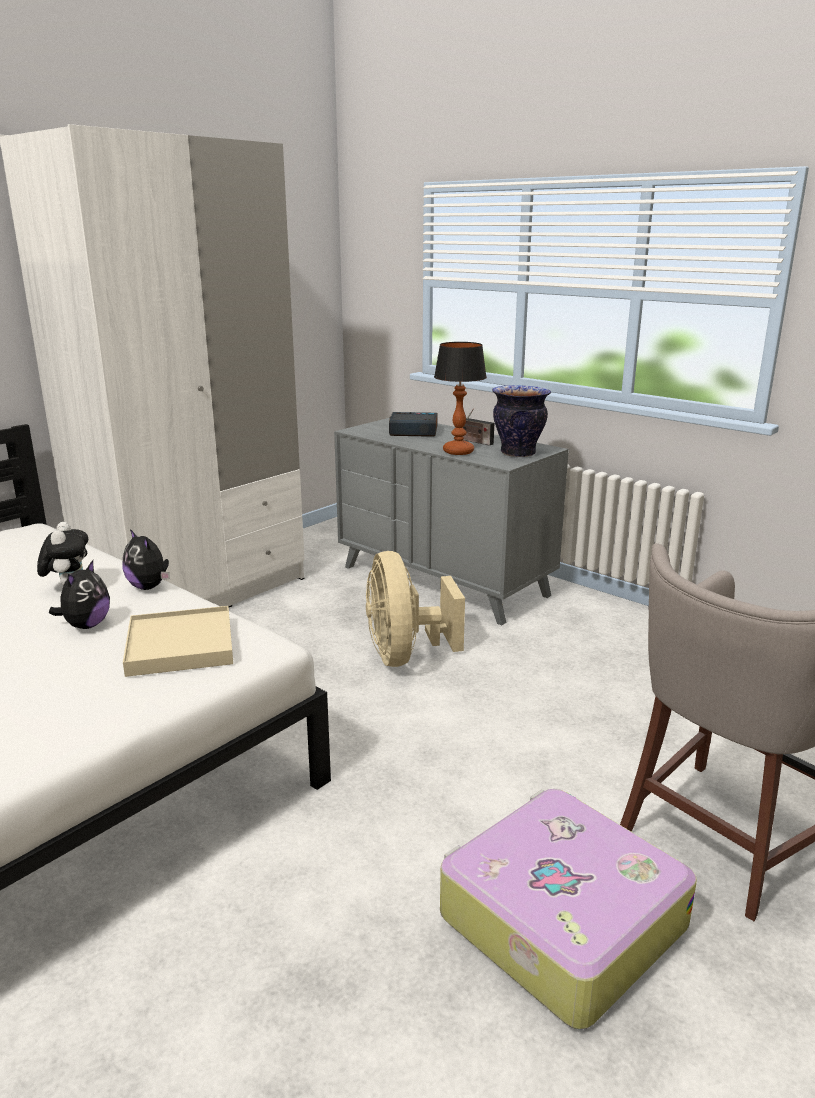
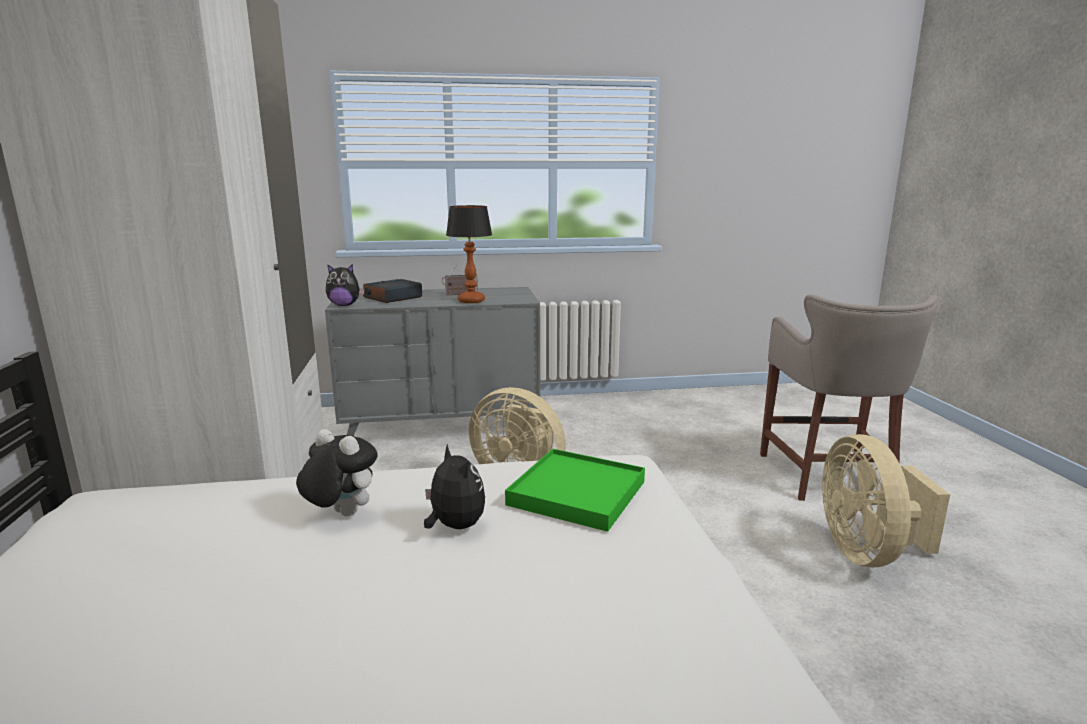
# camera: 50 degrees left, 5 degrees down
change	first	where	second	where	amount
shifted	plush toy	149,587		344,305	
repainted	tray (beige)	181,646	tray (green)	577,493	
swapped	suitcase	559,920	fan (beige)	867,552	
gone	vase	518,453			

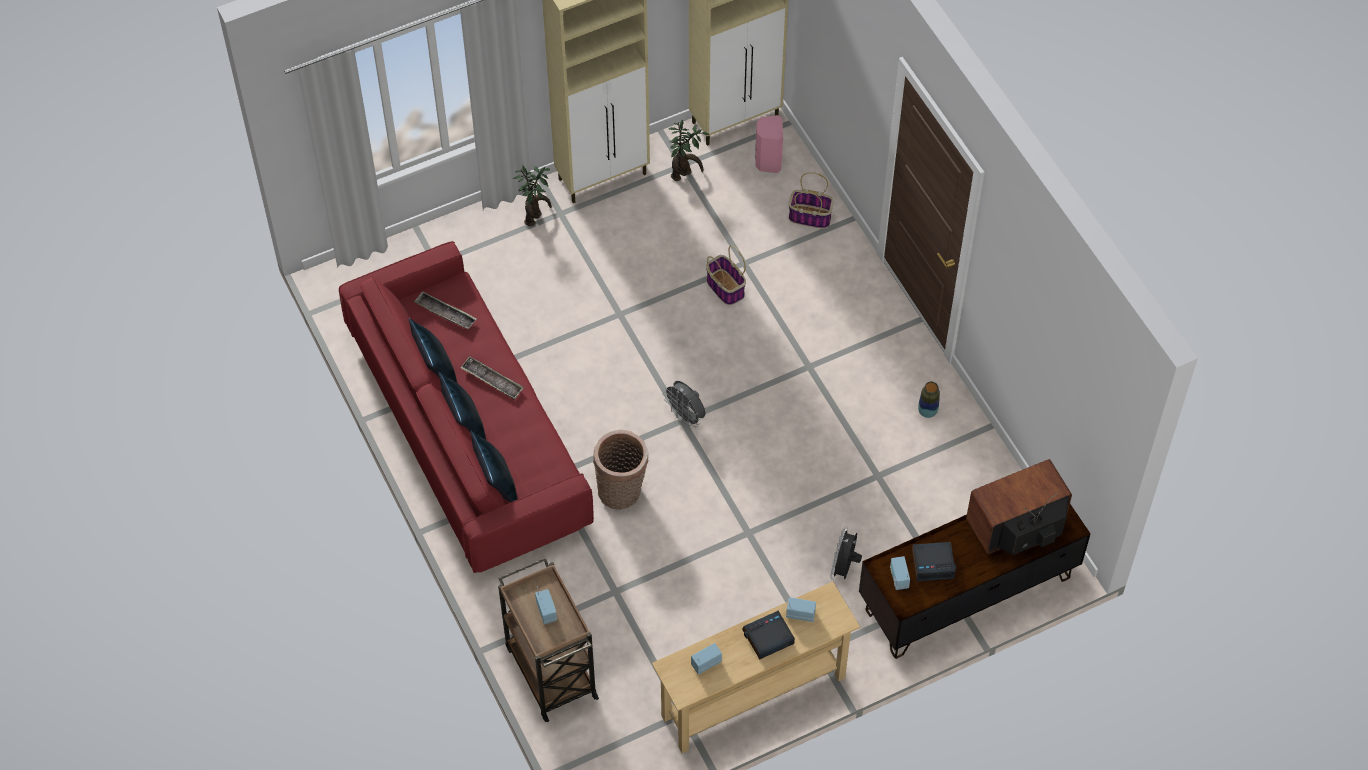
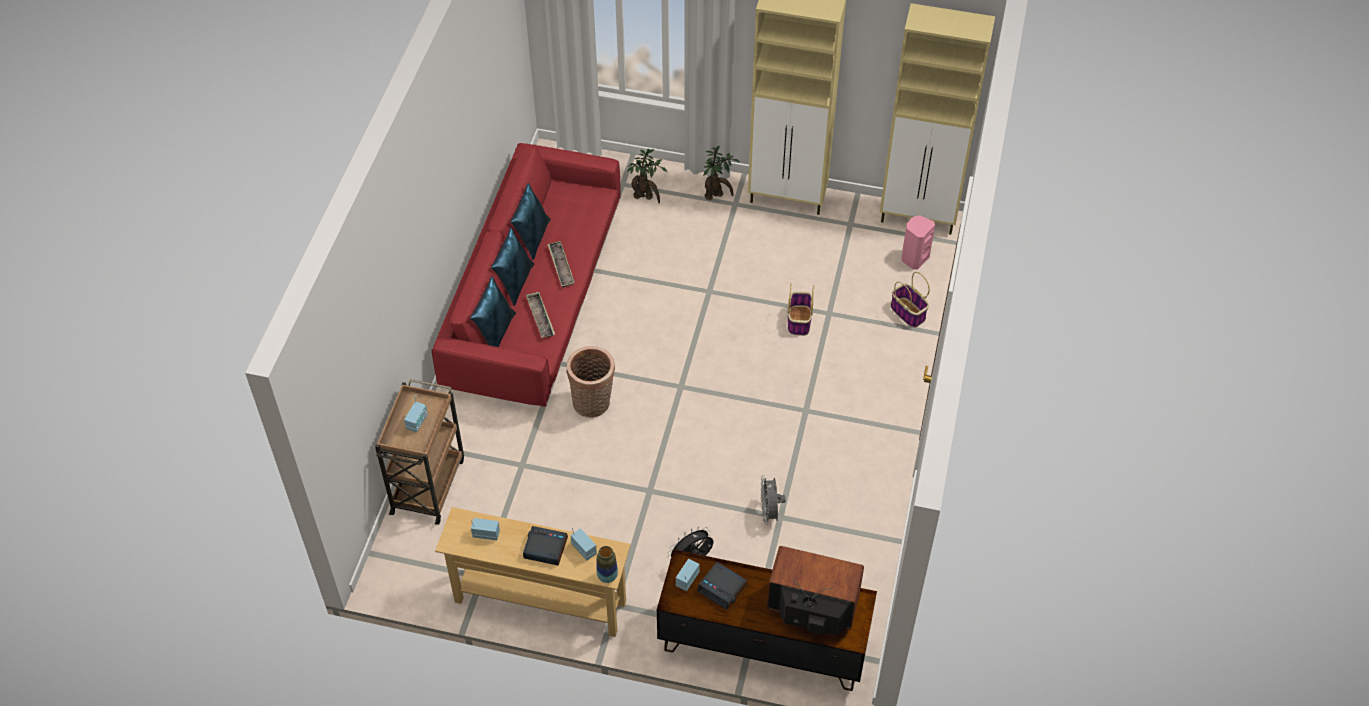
# camera: 40 degrees right, 5 degrees down
change	first	where	second	where	amount
shifted	tray	445,313		540,317	
shifted	fan (grey)	686,416		770,512	
shifted	potted plant	684,174		645,197	
shifted	vase	927,412		607,576	

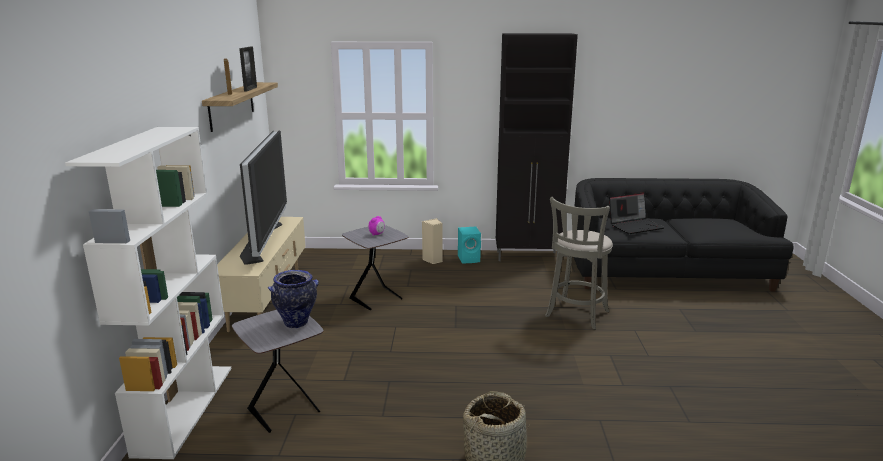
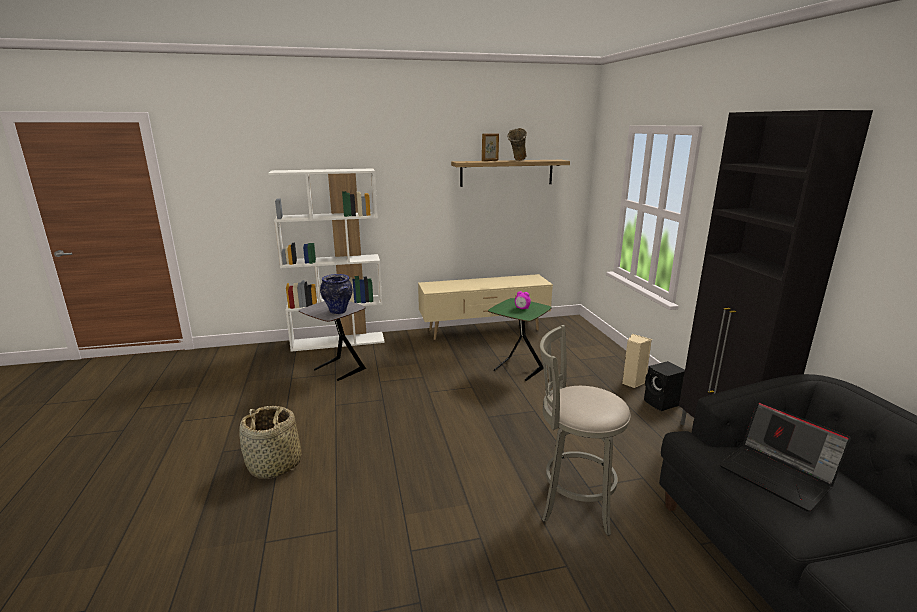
# camera: 75 degrees right, 0 degrees up
change	first	where	second	where	amount
swapped	picture frame	250,89	vase (beige)	517,161	
gone	television	263,241			
repainted	side table (grey)	377,299	side table (green)	517,370	
repainted	speaker (turquoise)	469,259	speaker (black)	662,403	

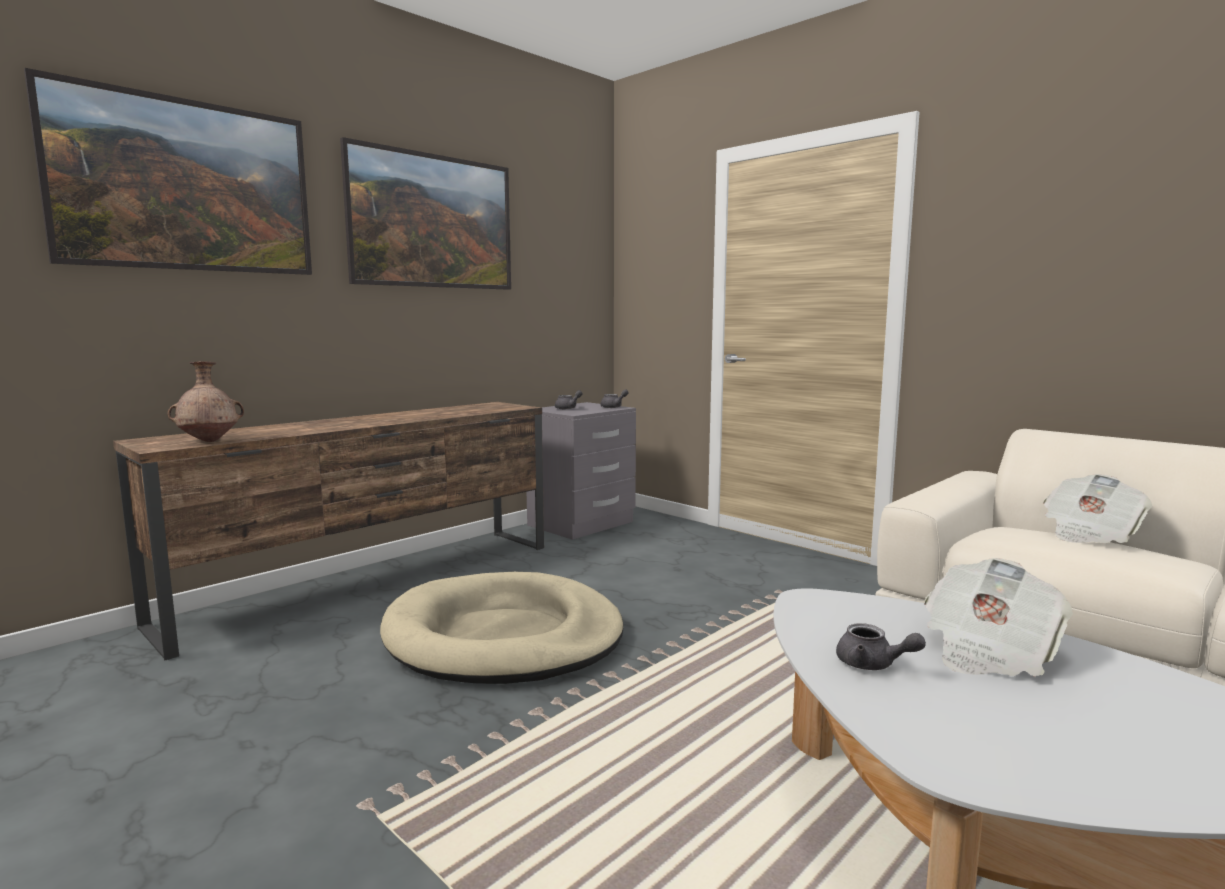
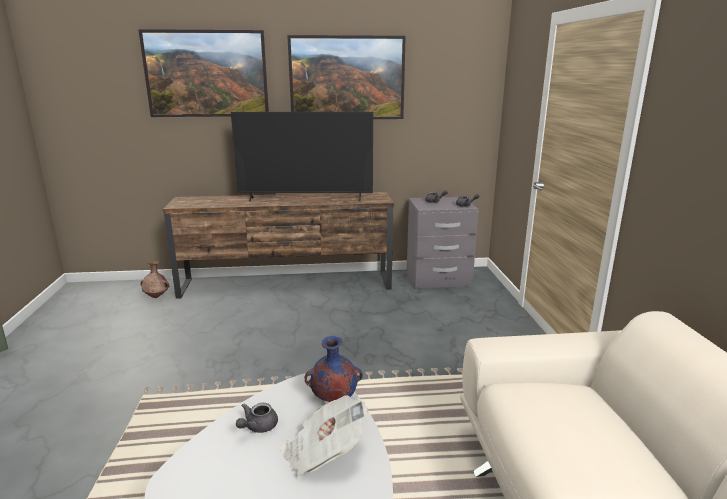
# camera: 40 degrees right, 10 degrees up
change	first	where	second	where	amount
shifted	vase (brown)	210,441		156,296	
gone	dog bed (beige)	504,636			
rotated	teapot (grey)	872,665		257,427	45 degrees clockwise
gone	newspaper	1089,533			
new			television	305,199	
new			vase (blue)	333,398	

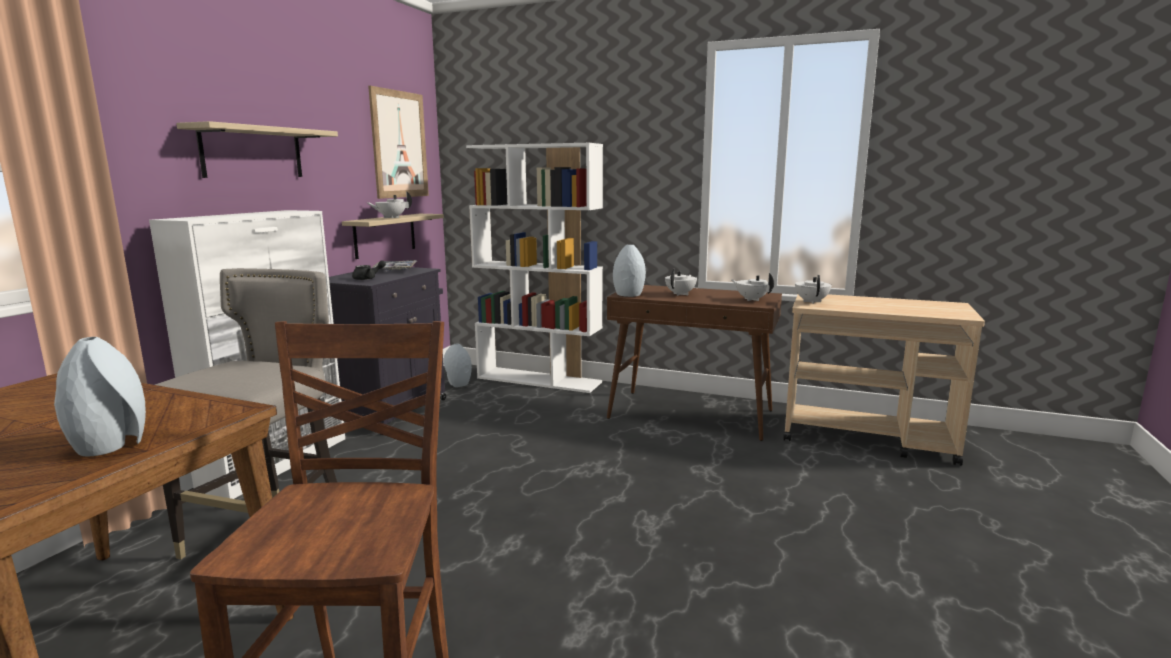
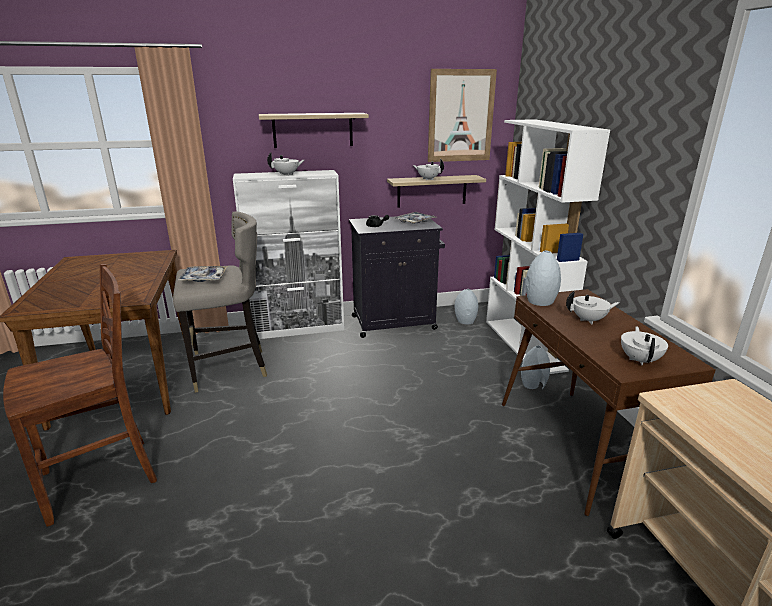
# camera: 55 degrees right, 10 degrees up
change	first	where	second	where	amount
shifted	vase (grey)	112,445		534,385	
shifted	teapot (white)	811,301		287,175	
new			tray	203,278	

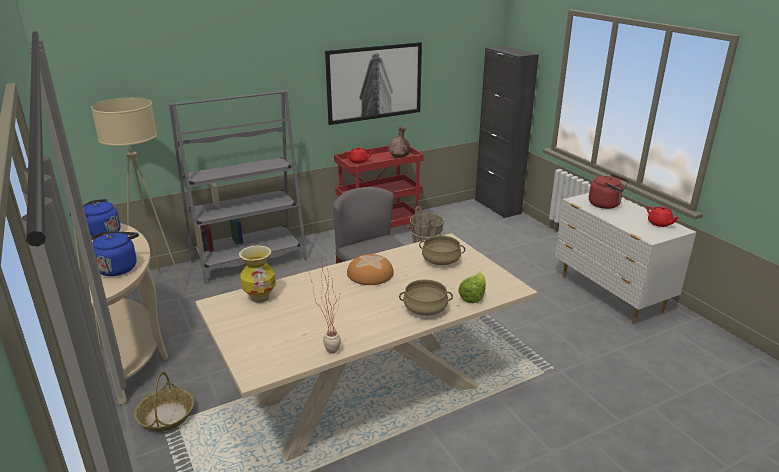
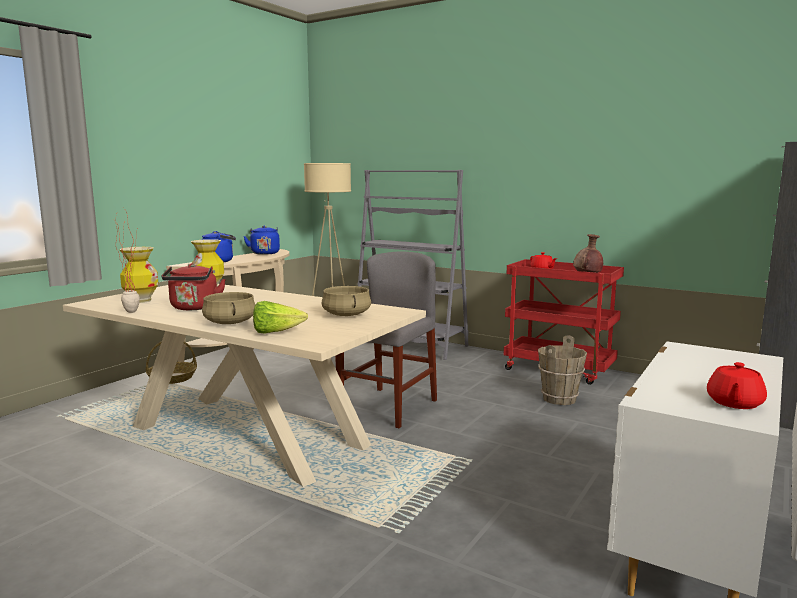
# camera: 60 degrees right, 15 degrees down
change	first	where	second	where	amount
gone	picture	374,82			
gone	bread	369,274			
shifted	kettle (red)	606,204		194,308	
new			vase	141,301	

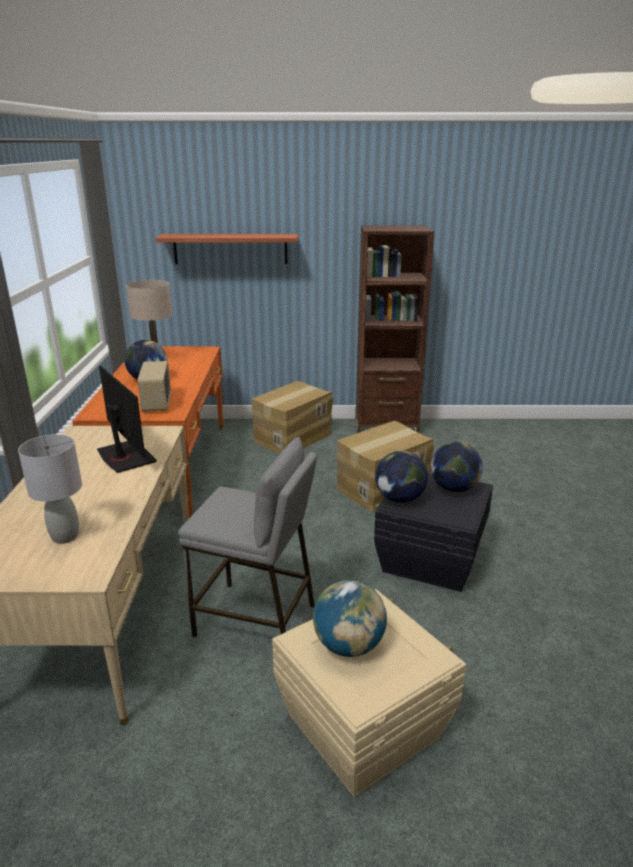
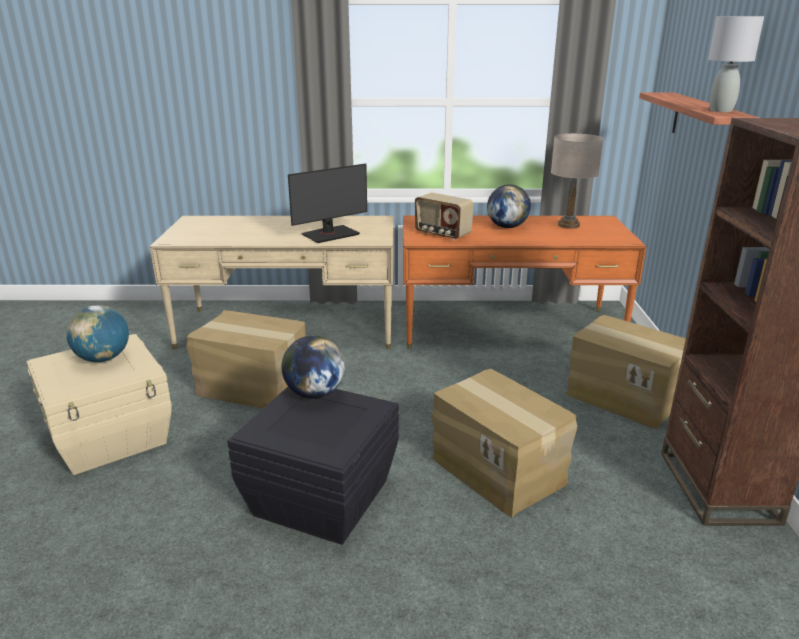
# camera: 90 degrees right, 0 degrees up
change	first	where	second	where	amount
shifted	table lamp (grey)	64,536		720,110	
rotated	radio	156,404		442,234	135 degrees counterclockwise
swapped	stool (grey)	256,620	cardboard box	252,387	
gone	globe	454,488			

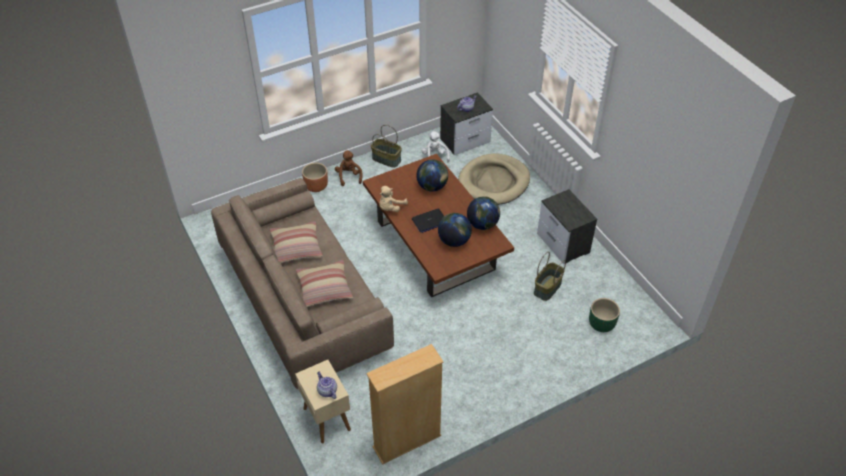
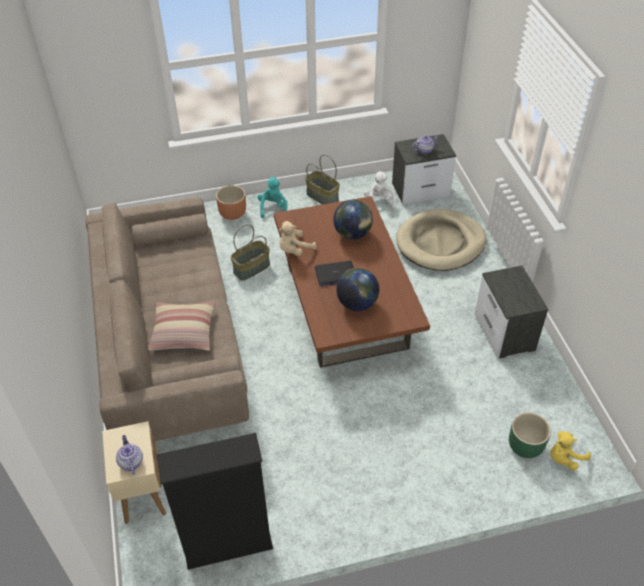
# camera: 15 degrees right, 0 degrees up
change	first	where	second	where	amount
gone	pillow	296,247			
repainted	plush toy (brown)	349,176	plush toy (turquoise)	273,208	
repainted	bookcase (beige)	407,441	bookcase (black)	228,546	
gone	globe	482,224			
shifted	basket	548,288		251,268	
new			plush toy (yellow)	564,458	

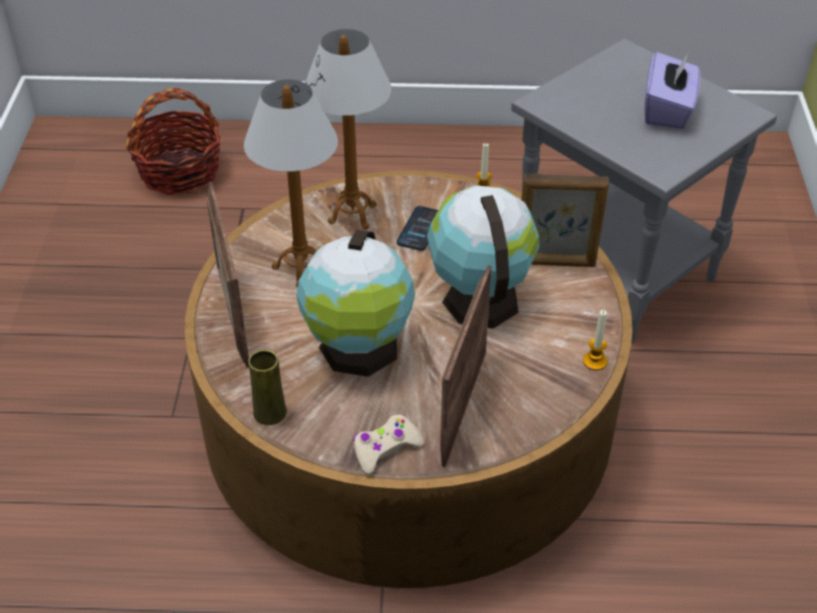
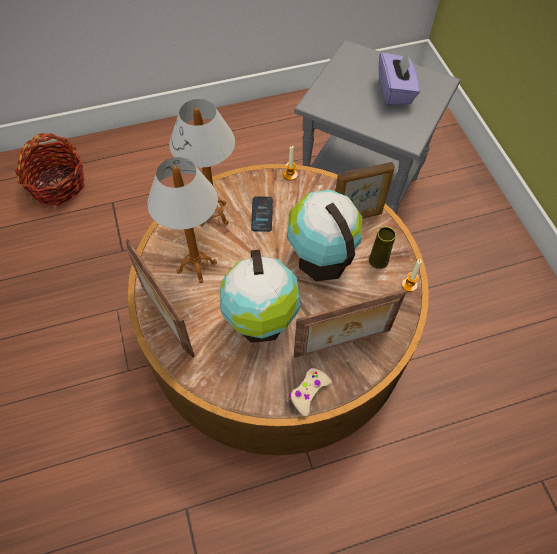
# camera: 20 degrees left, 15 degrees up
change	first	where	second	where	amount
shifted	vase (yellow)	270,412		378,260	
rotated	picture frame	461,406		343,344	105 degrees counterclockwise

